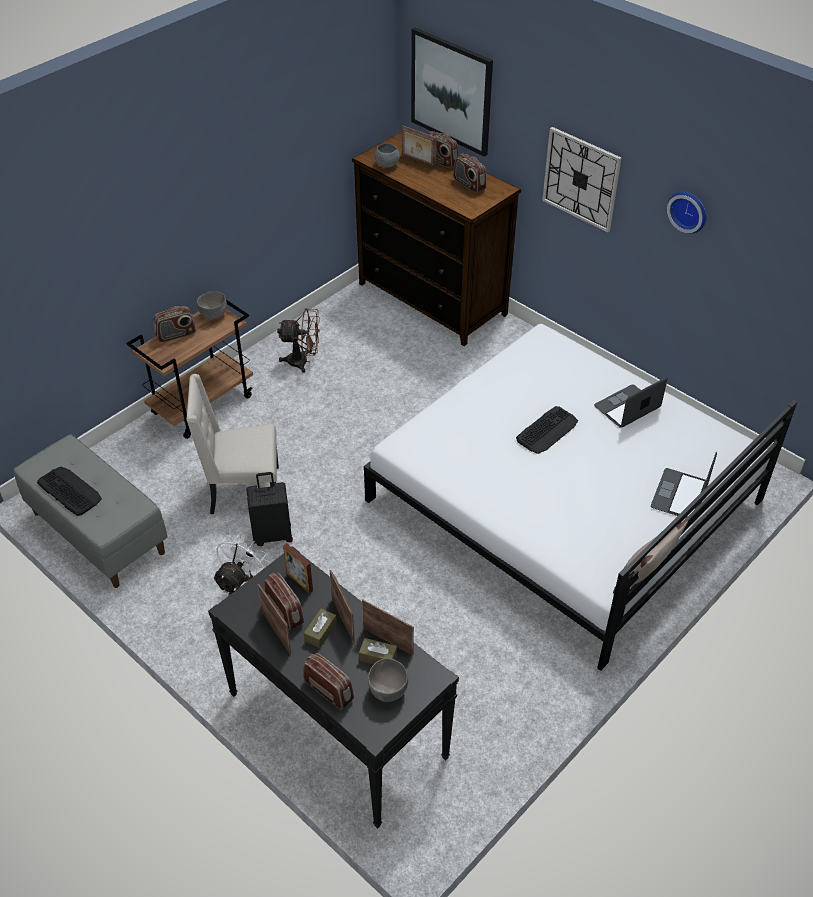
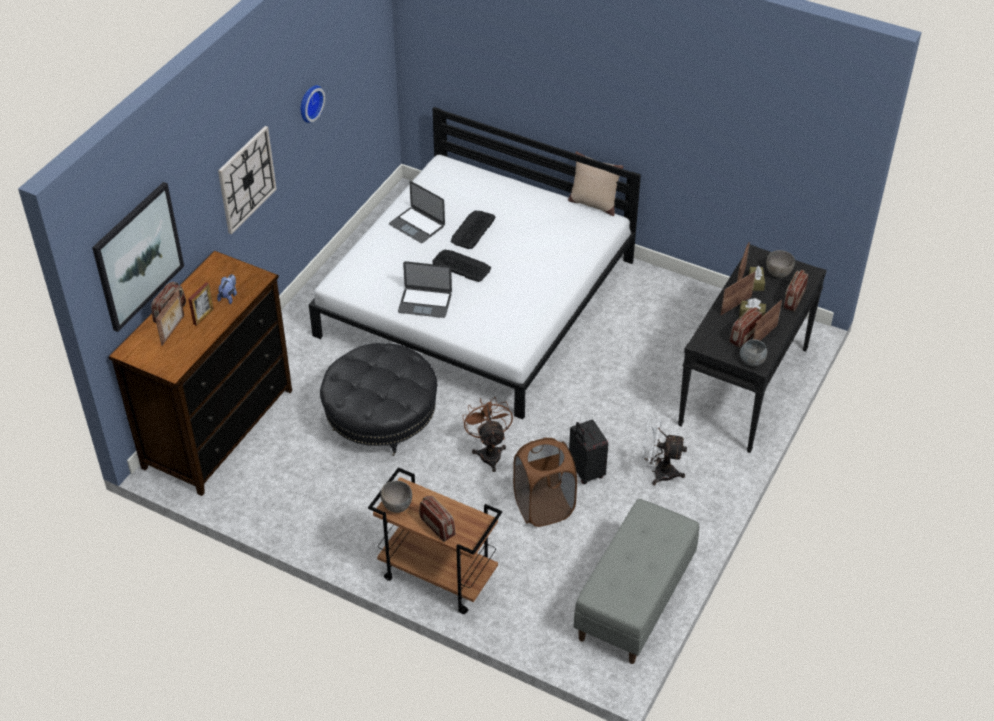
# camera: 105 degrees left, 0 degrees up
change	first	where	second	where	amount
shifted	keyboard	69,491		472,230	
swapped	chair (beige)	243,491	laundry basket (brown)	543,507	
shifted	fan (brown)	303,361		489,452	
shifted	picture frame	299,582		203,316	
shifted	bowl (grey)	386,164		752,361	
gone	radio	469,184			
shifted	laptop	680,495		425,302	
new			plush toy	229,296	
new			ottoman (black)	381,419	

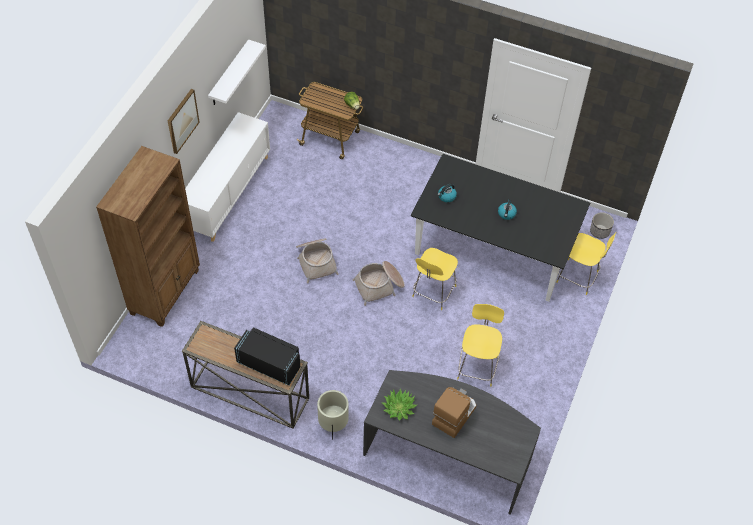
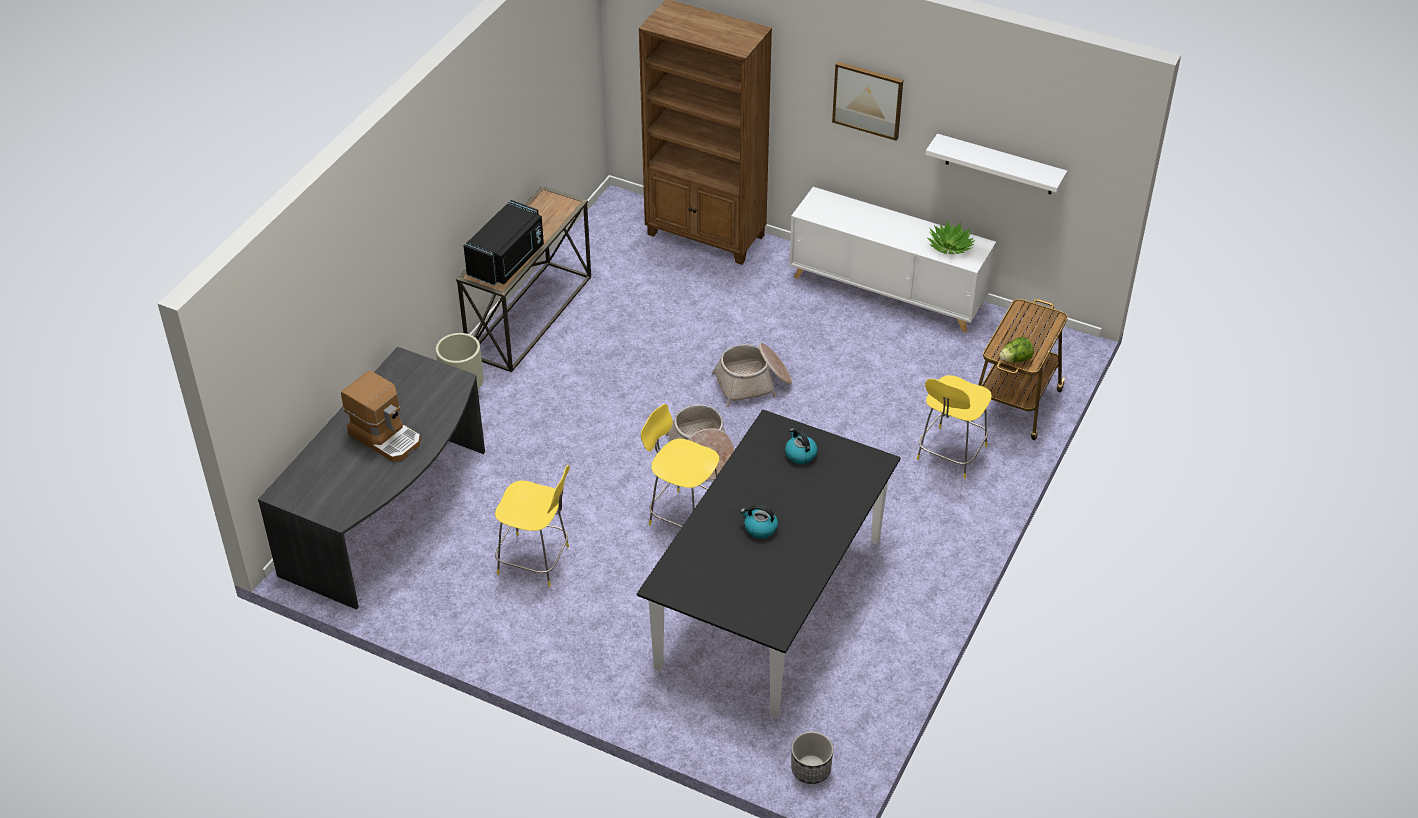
# camera: 95 degrees right, 10 degrees down
change	first	where	second	where	amount
shifted	potted plant	399,408		950,246	
shifted	chair (yellow)	578,277		950,454	

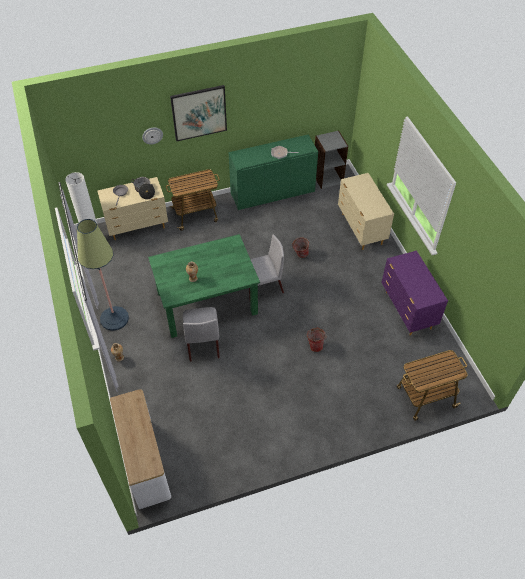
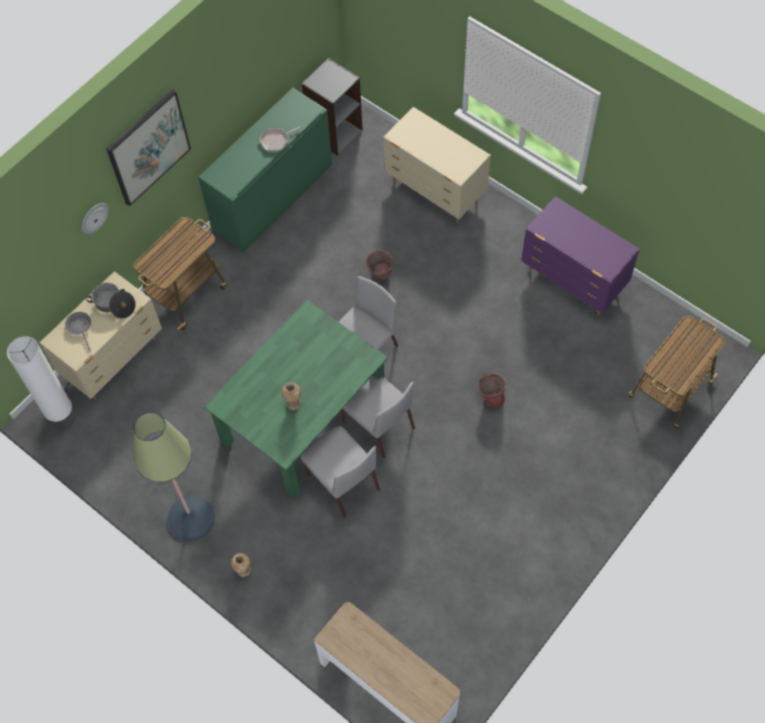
# camera: 30 degrees left, 10 degrees up
change	first	where	second	where	amount
new			chair (grey)	377,424	

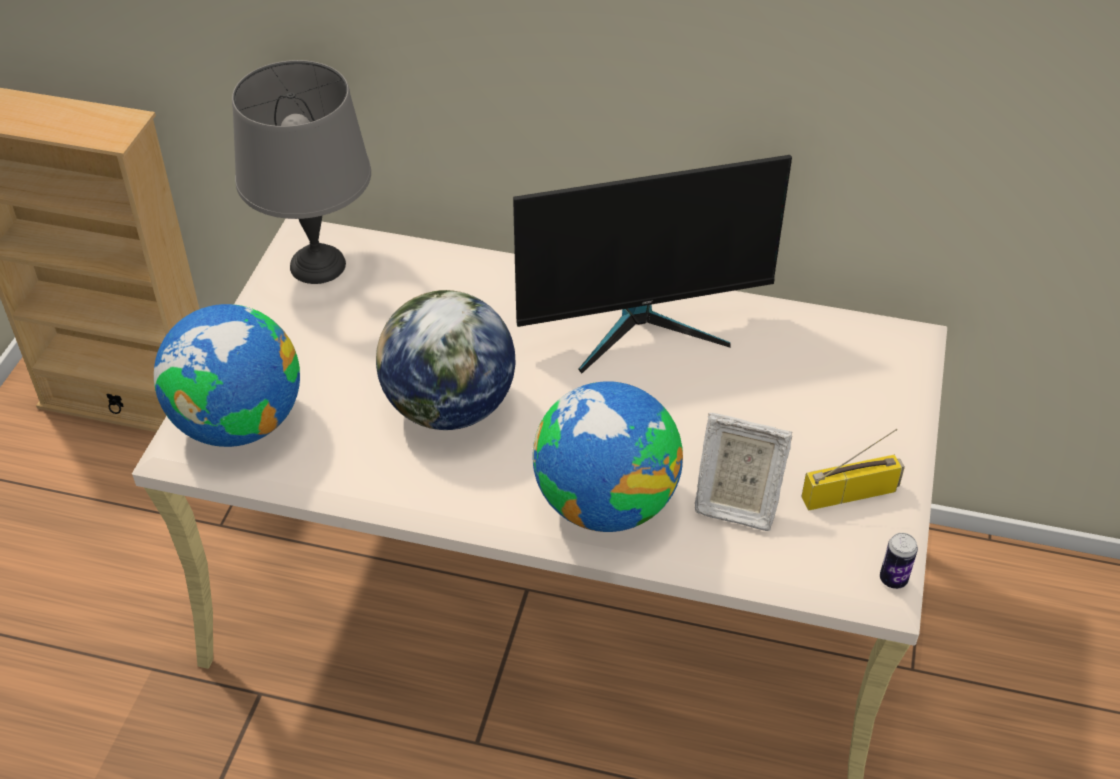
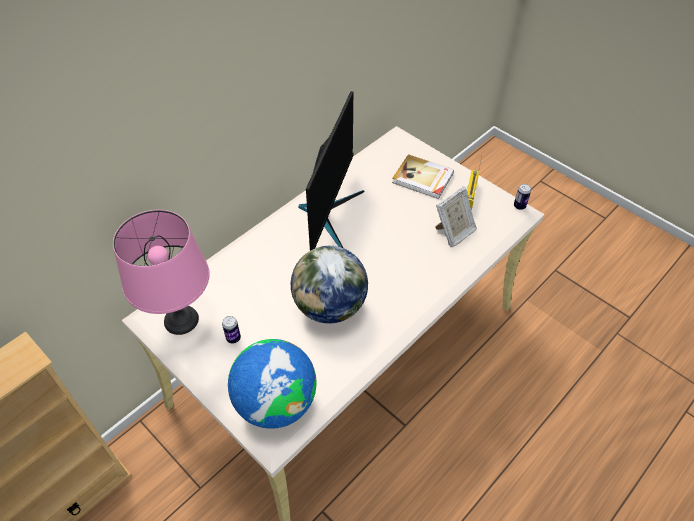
# camera: 60 degrees left, 5 degrees up
change	first	where	second	where	amount
repainted	table lamp (grey)	319,265	table lamp (pink)	181,319	
gone	globe	605,503			
new			can	233,338	
new			book	423,178	

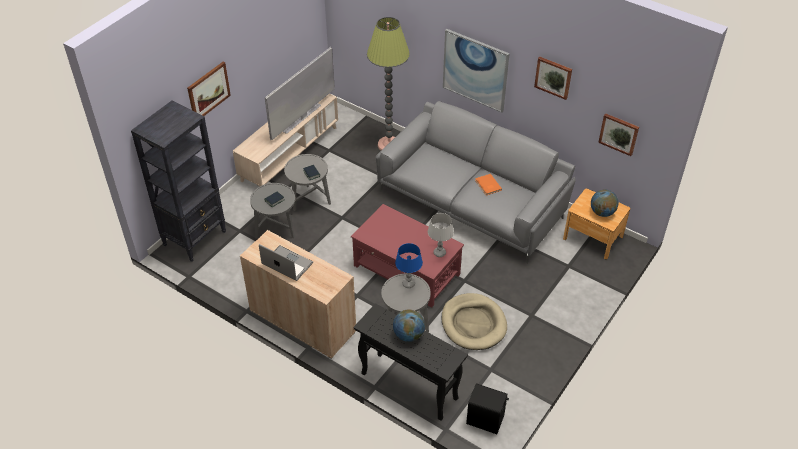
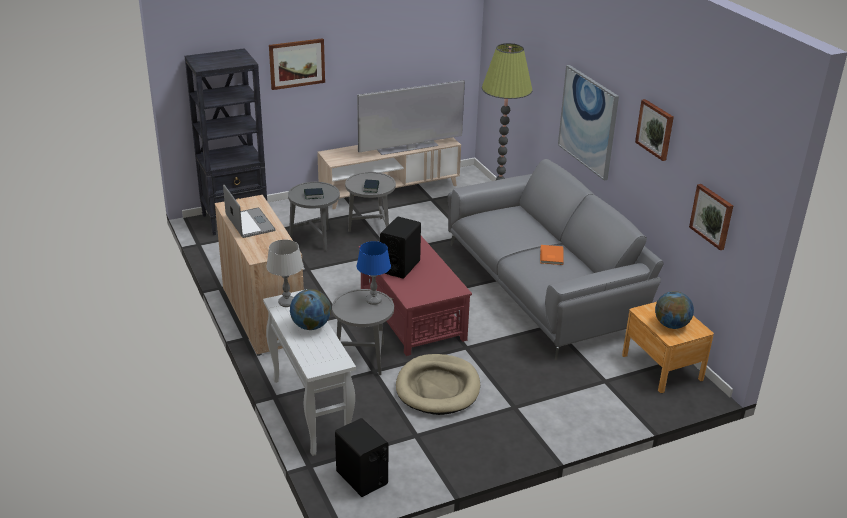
# camera: 30 degrees right, 15 degrees down
change	first	where	second	where	amount
repainted	console table (black)	408,386	console table (white)	310,411	
shifted	table lamp (grey)	439,253		286,303	
new			speaker (black)	400,266	

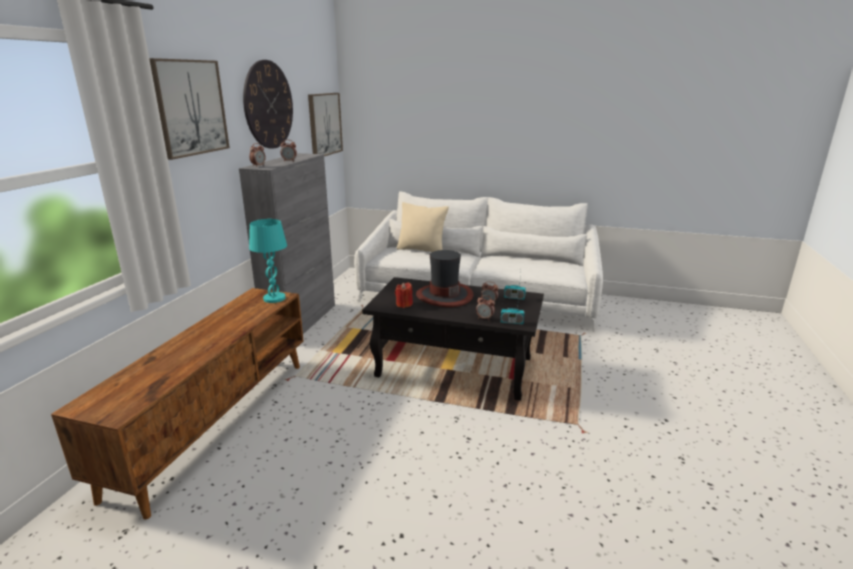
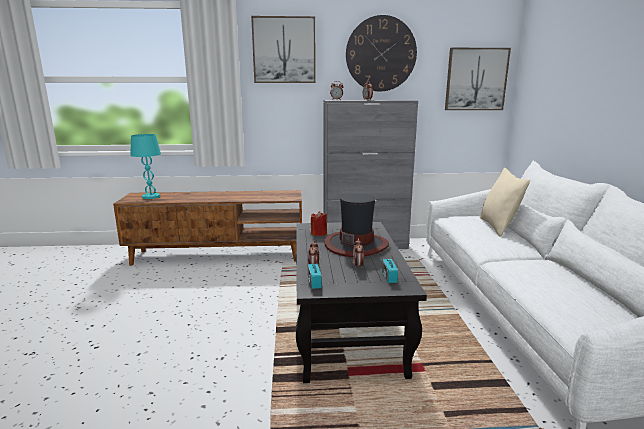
# camera: 70 degrees right, 5 degrees down
change	first	where	second	where	amount
shifted	table lamp (turquoise)	274,298		150,197	

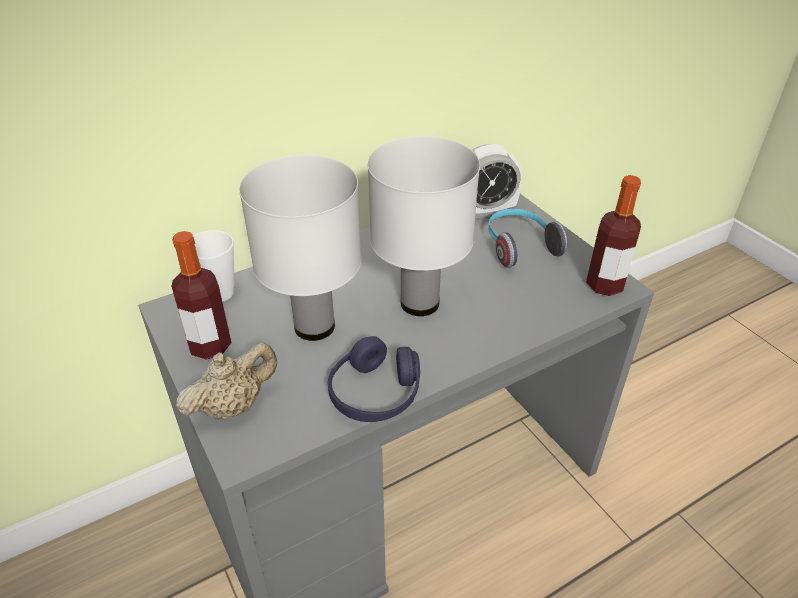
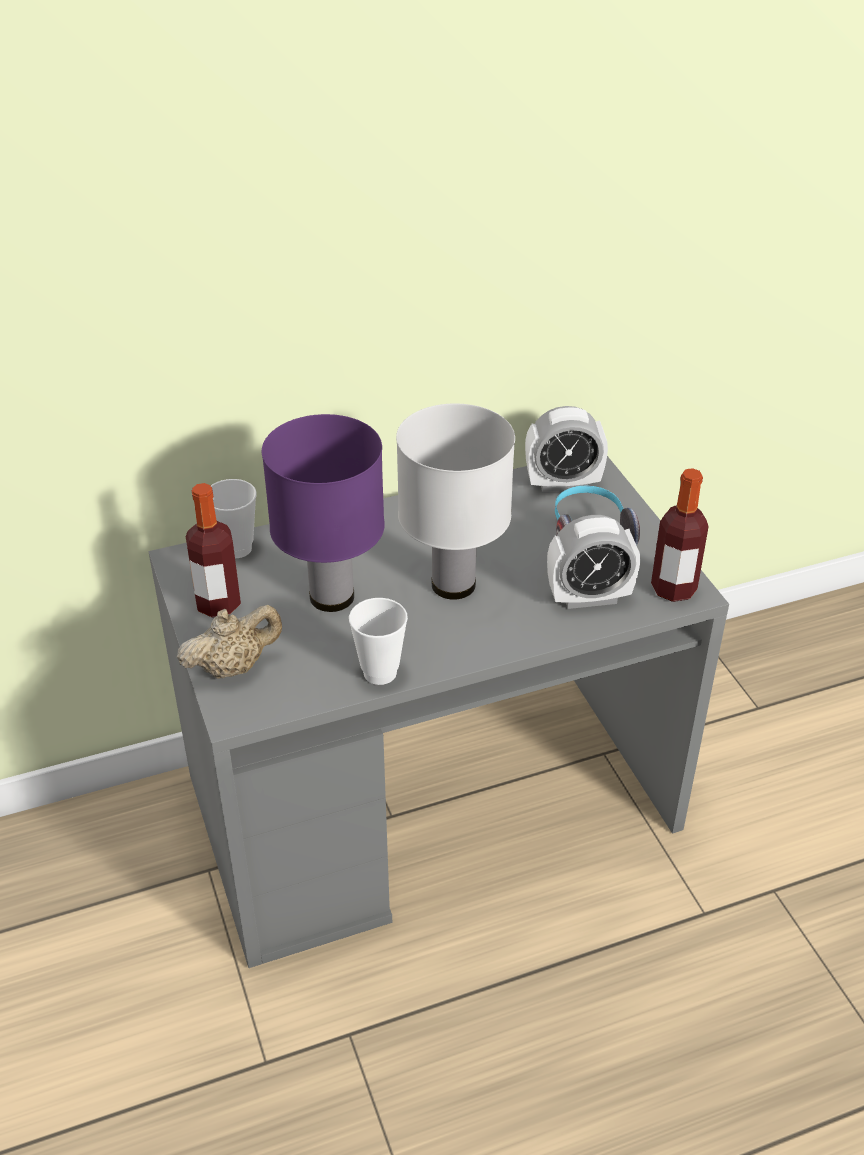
# camera: 10 degrees right, 0 degrees up
change	first	where	second	where	amount
repainted	table lamp (white)	314,327	table lamp (purple)	331,598	
swapped	headphones (purple)	375,393	cup	380,673	
new			alarm clock	589,597	

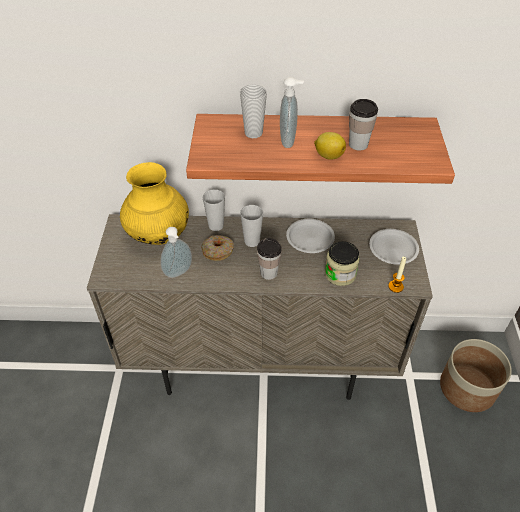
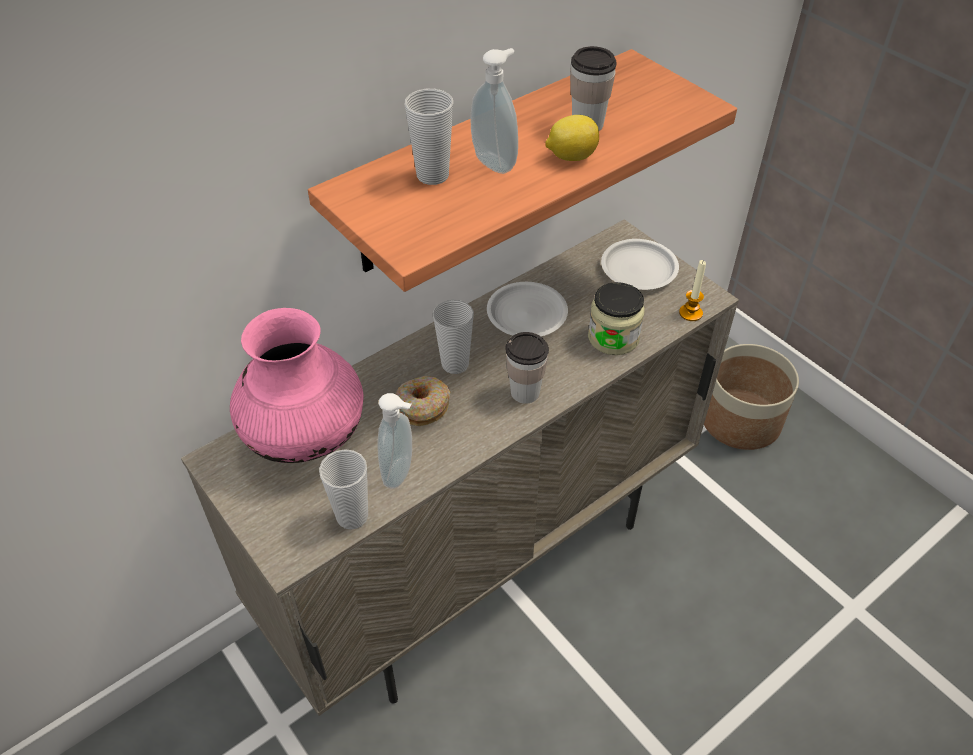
# camera: 40 degrees left, 0 degrees up
change	first	where	second	where	amount
repainted	vase (yellow)	159,235	vase (pink)	306,439	
shifted	cup	216,225		352,516	

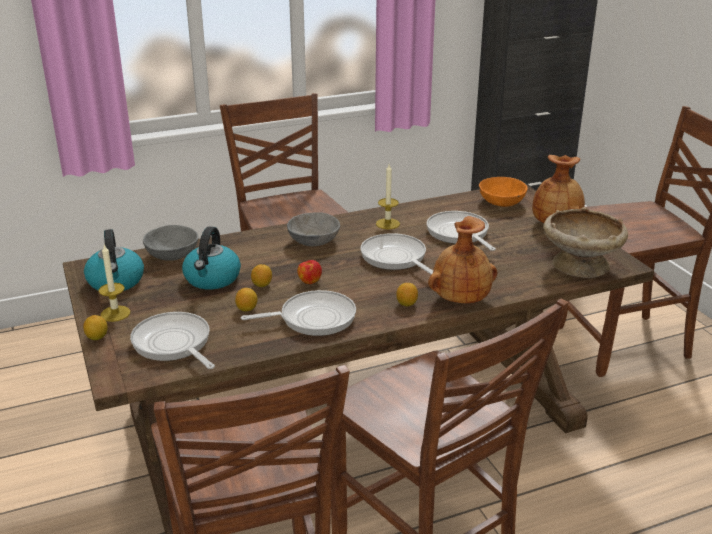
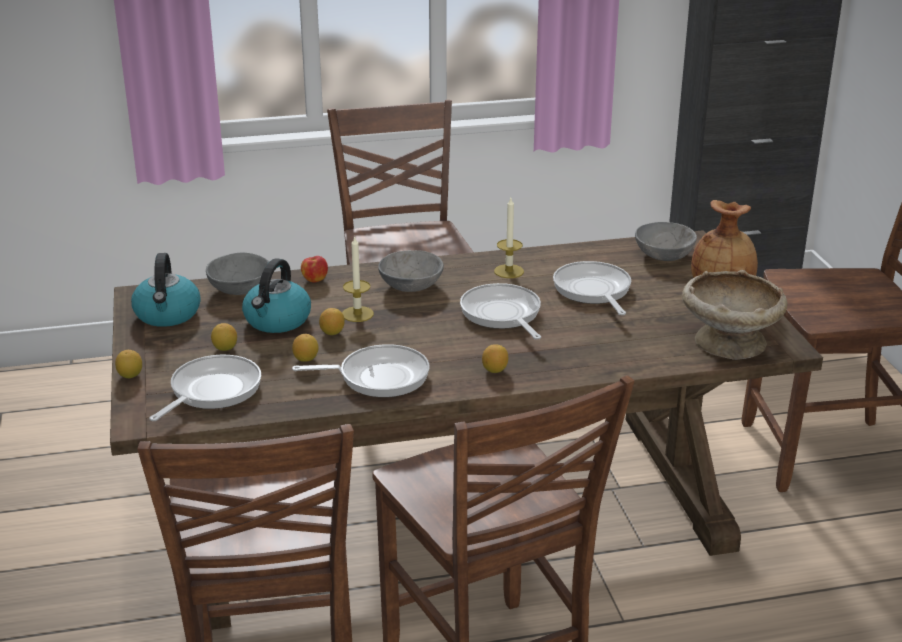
# camera: 10 degrees right, 0 degrees up
change	first	where	second	where	amount
shifted	candle	115,313		357,314	
rotated	frying pan	173,344		212,391	60 degrees clockwise
shifted	apple	309,281		314,279	
gone	vase (brown)	460,299			
repainted	bowl (orange)	501,202	bowl (grey)	664,254	
new			lemon	225,348	

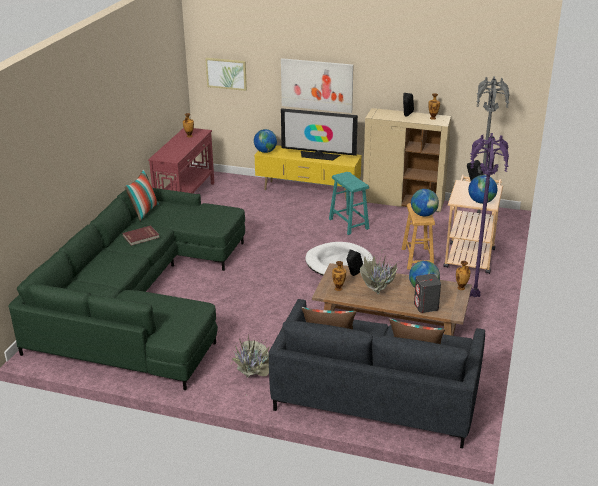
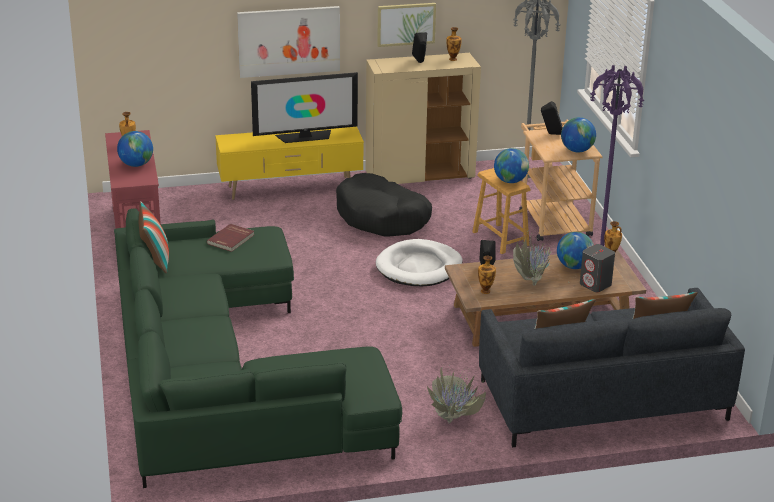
# camera: 30 degrees left, 0 degrees up
change	first	where	second	where	amount
shifted	book (red)	141,237		231,239	
shifted	picture	226,73		406,24	
shifted	globe	265,151		136,164	
swapped	stool (turquoise)	348,224	dog bed (black)	382,217	

